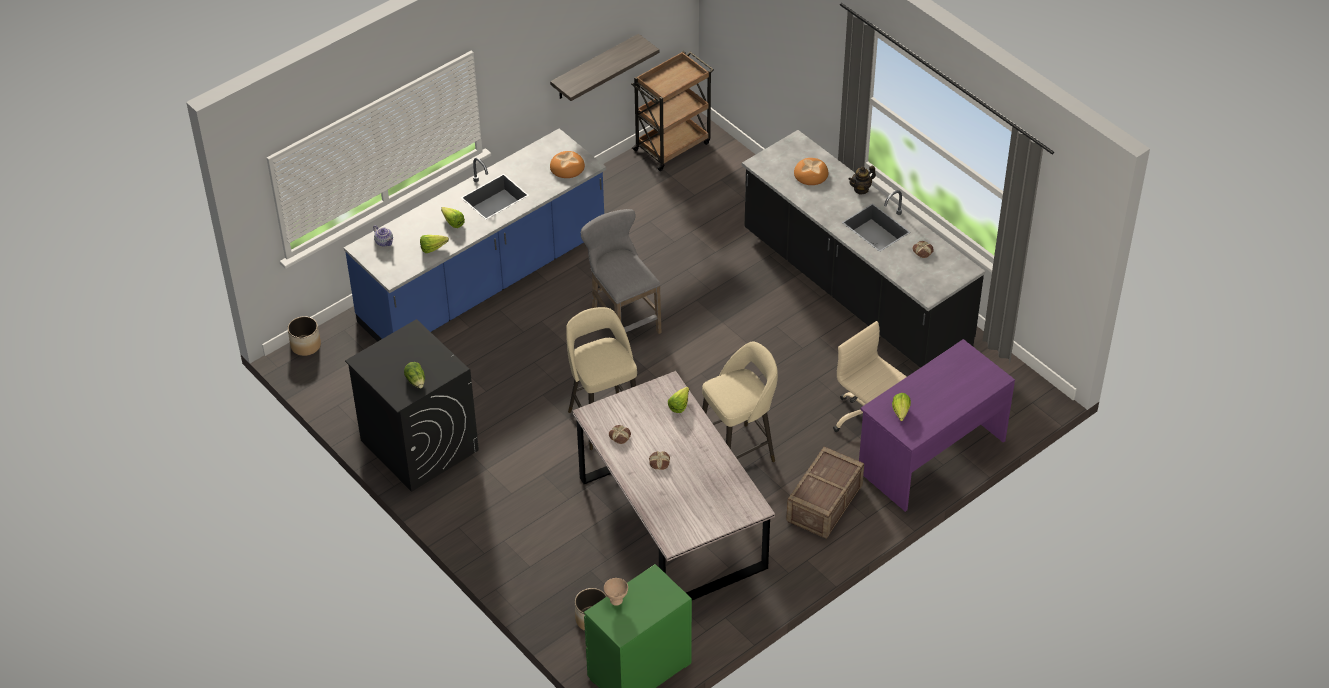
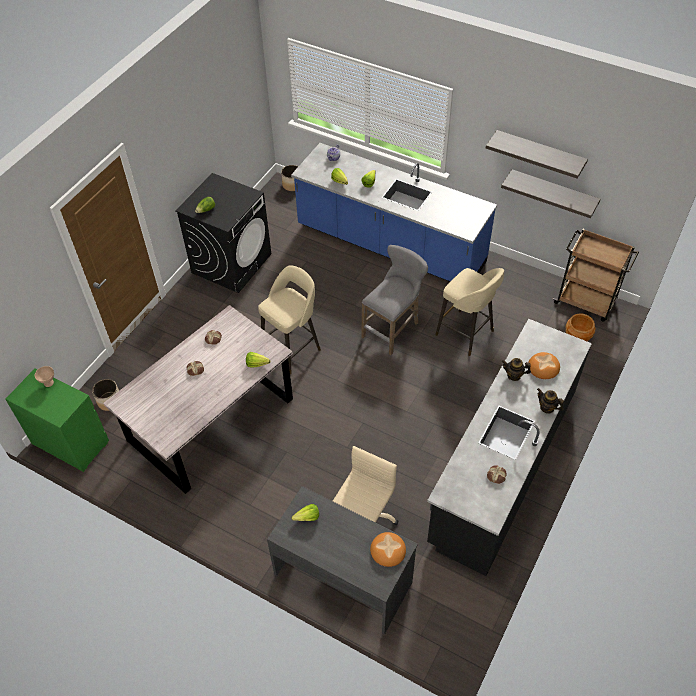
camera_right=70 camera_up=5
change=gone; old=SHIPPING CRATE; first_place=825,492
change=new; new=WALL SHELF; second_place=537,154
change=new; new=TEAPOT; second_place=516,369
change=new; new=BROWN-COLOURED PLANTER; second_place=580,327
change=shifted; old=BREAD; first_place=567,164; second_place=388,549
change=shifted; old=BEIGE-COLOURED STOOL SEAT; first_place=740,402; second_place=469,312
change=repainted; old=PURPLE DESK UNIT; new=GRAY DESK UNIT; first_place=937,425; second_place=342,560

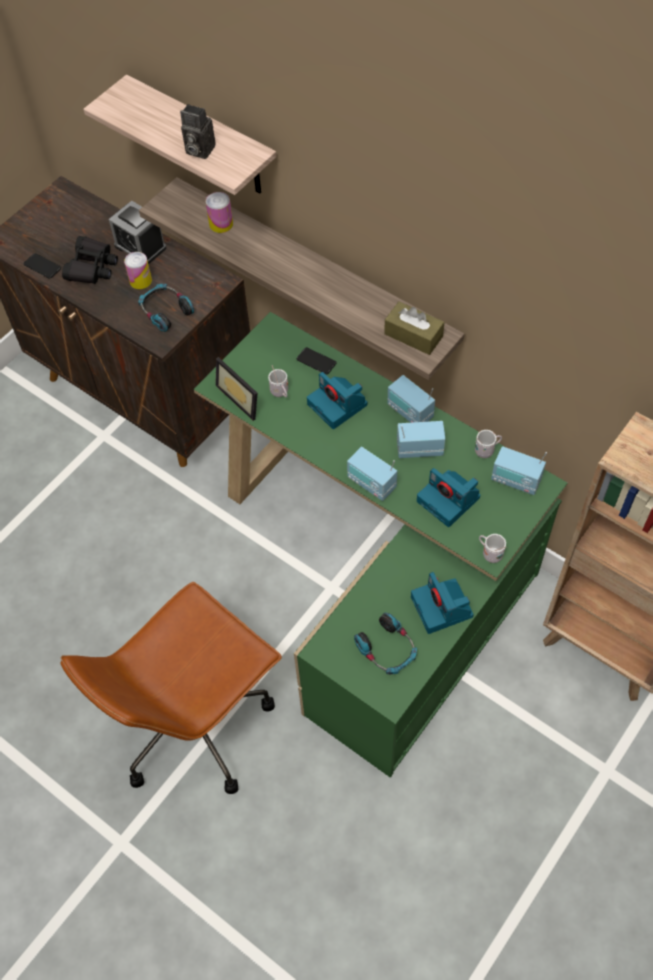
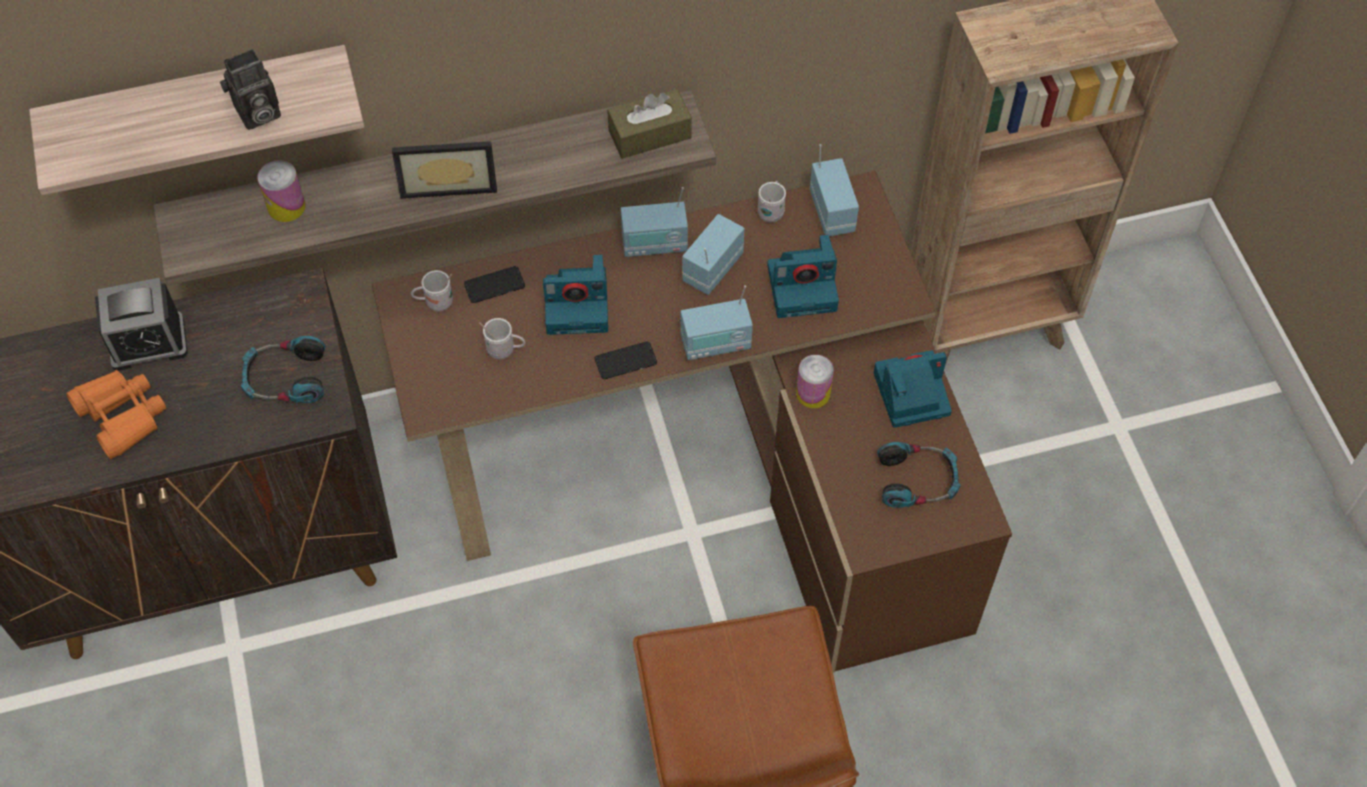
camera_right=-55 camera_up=0
change=shifted; old=PHONE; first_place=42,266; second_place=626,360
change=shifted; old=SEALED CAN; first_place=138,270; second_place=815,381
change=shifted; old=STANDING FRAME; first_place=236,389; second_place=444,170
change=shifted; old=WHITE COFFEE MUG; first_place=492,548; second_place=432,291
change=repainted; old=BLACKISH BINOCULARS; new=ORANGEY BINOCULARS; first_place=90,260; second_place=116,414
change=repainted; old=GREEN DESK UNIT; new=BROWN-COLOURED DESK UNIT; first_place=381,544; second_place=692,422
change=rotated; old=PHOTO CAMERA; first_place=442,603; second_place=913,389; degrees=150
change=rotated; old=RADIO SET; first_place=519,470; second_place=834,190; degrees=-75

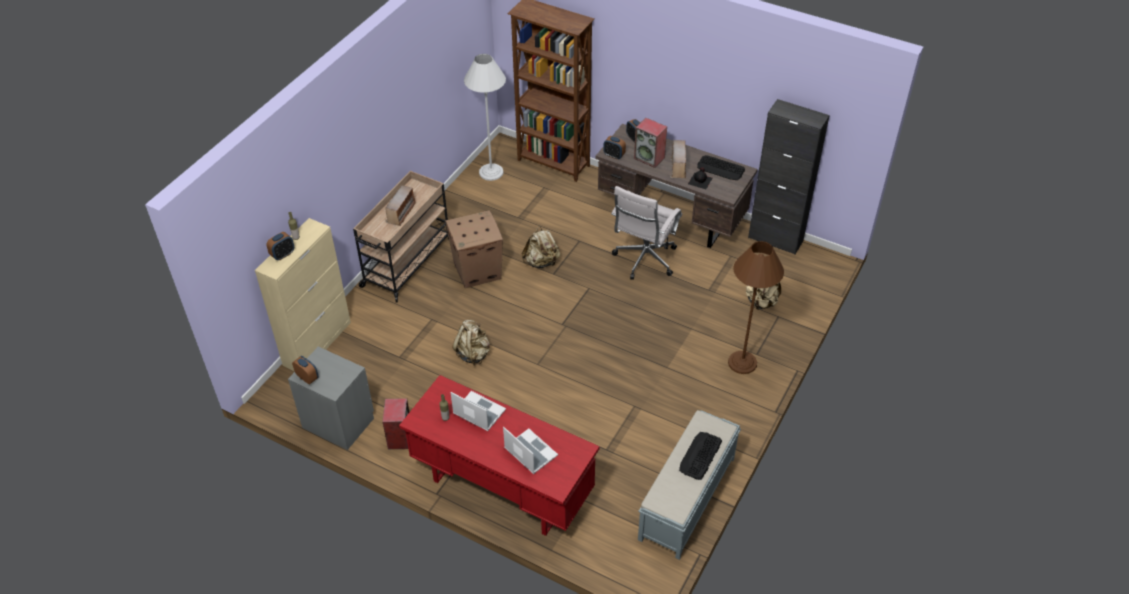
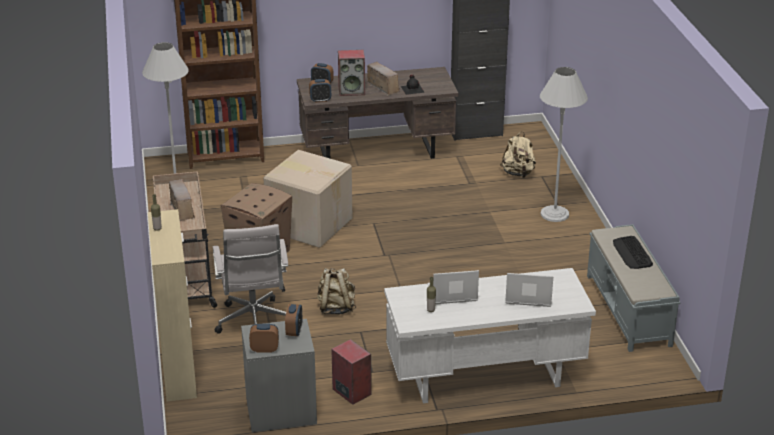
camera_right=-40 camera_up=-15
change=gone; old=PC KEYBOARD; first_place=721,167
change=shifted; old=ALARM CLOCK; first_place=280,246; second_place=293,320
change=shifted; old=WHITE DESK CHAIR; first_place=646,233; second_place=250,279
change=swapped; old=BEIGE-COLOURED BACKPACK; new=CARDBOARD BOX; first_place=541,247; second_place=307,199
change=repainted; old=REDDISH DESK UNIT; new=WHITE DESK UNIT; first_place=499,455; second_place=490,335
change=repainted; old=BROWN-COLOURED STANDING LAMP; new=WHITE STANDING LAMP; first_place=756,307; second_place=564,144

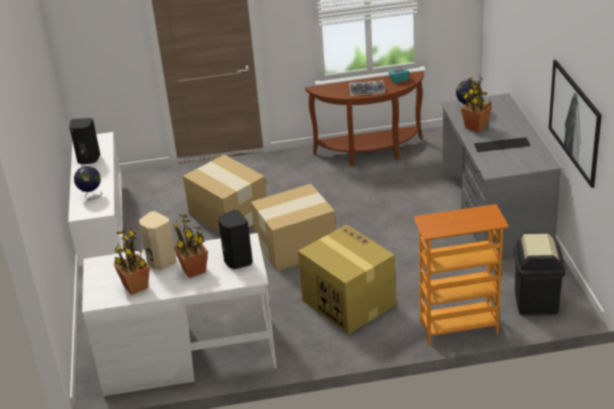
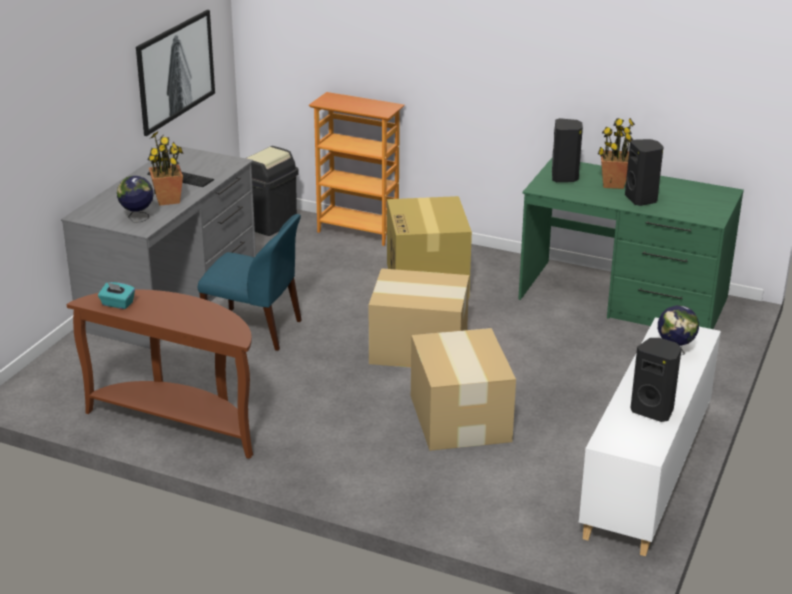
camera_right=-150 camera_up=-5
change=gone; old=PLANT IN A POT; first_place=132,262
change=gone; old=PC KEYBOARD; first_place=367,88
change=new; new=BLUE PLAIN CHAIR; second_place=250,282
change=repainted; old=WHITE DESK UNIT; new=GREEN DESK UNIT; first_place=179,314; second_place=631,243
change=repainted; old=BEIGE-COLOURED LOUDSPEAKER; new=BLACKISH LOUDSPEAKER; first_place=157,240; second_place=644,172

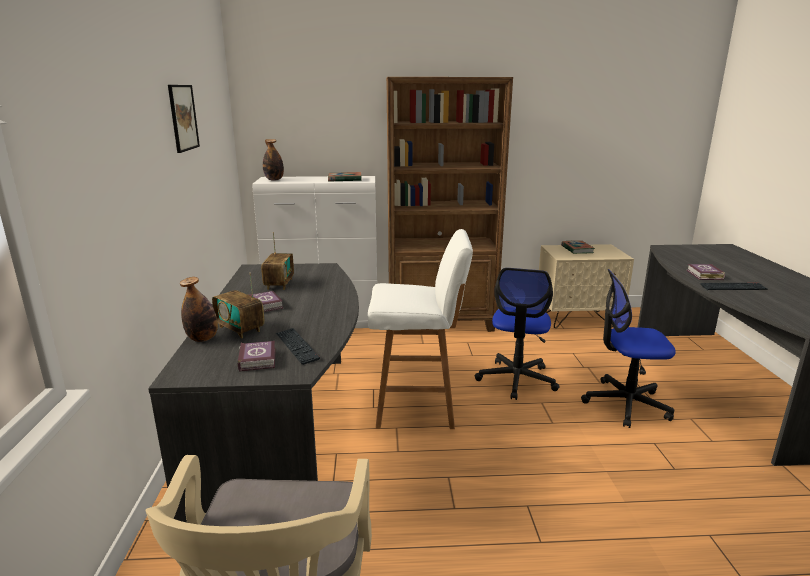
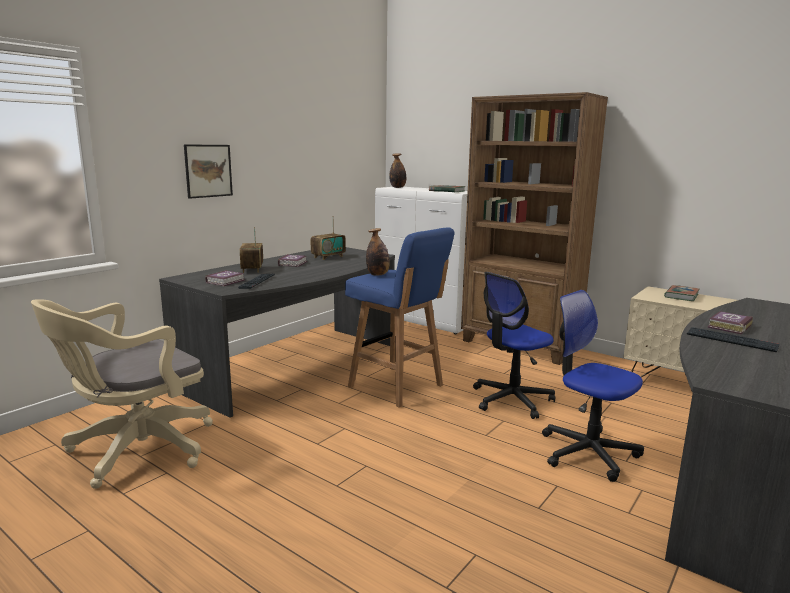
camera_right=40 camera_up=-5
change=shifted; old=WALL ART; first_place=184,119; second_place=208,171
change=shifted; old=BOTTLE; first_place=199,309; second_place=378,251
change=repainted; old=WHITE STOOL SEAT; new=BLUE STOOL SEAT; first_place=420,329; second_place=400,318

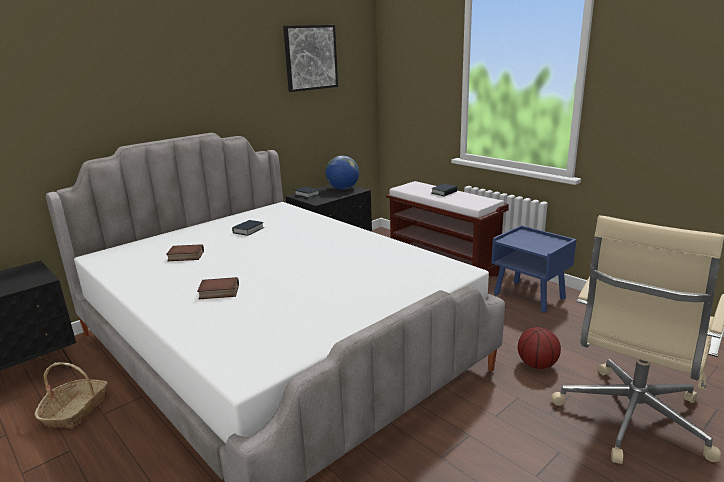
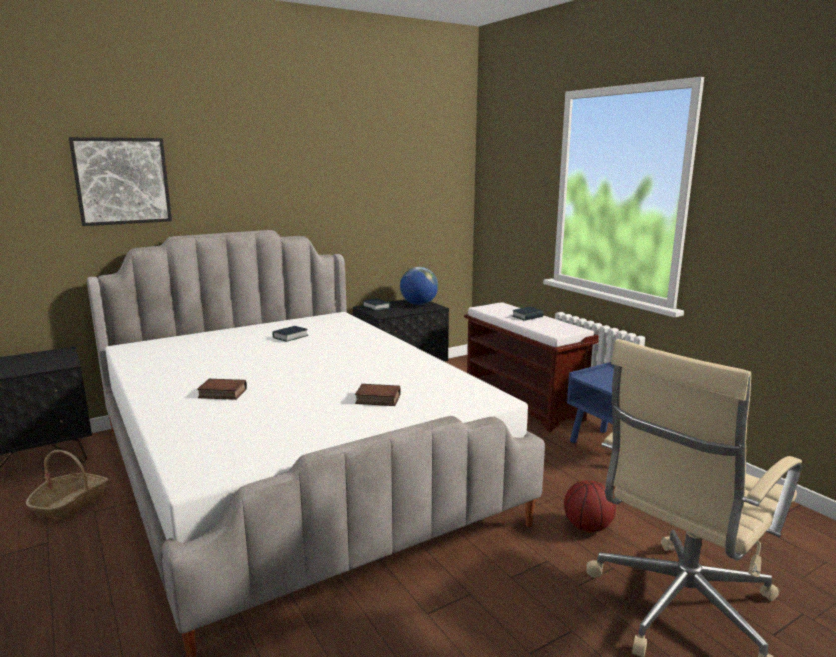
camera_right=10 camera_up=-5
change=shifted; old=BOOK; first_place=185,252; second_place=378,395
change=shifted; old=WALL ART; first_place=310,58; second_place=120,181

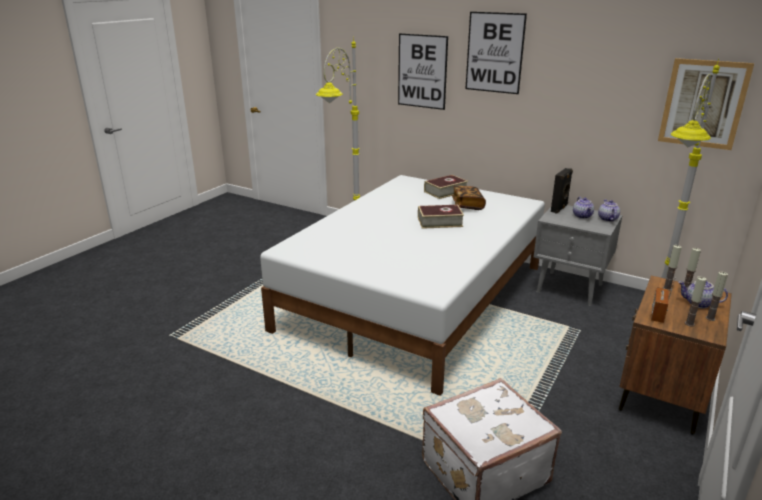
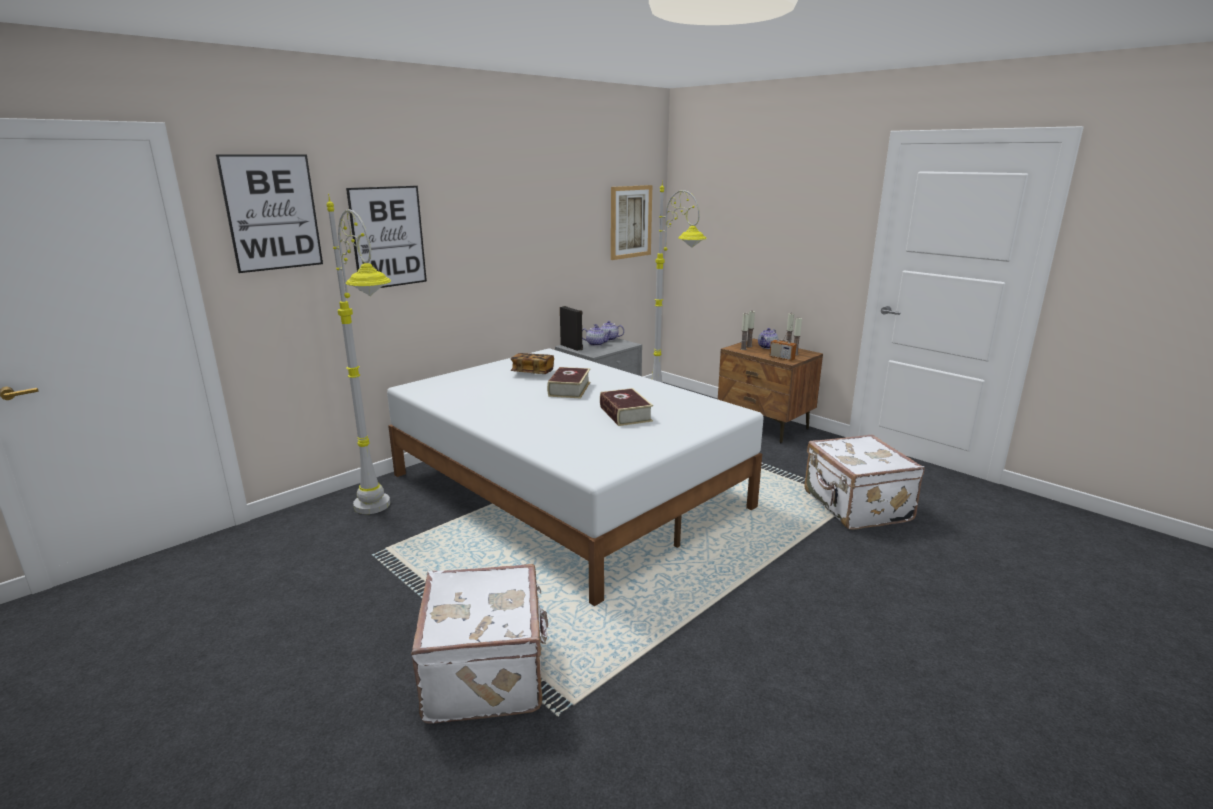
camera_right=-75 camera_up=-5
change=new; new=WHITE TRAVEL CASE; second_place=479,643
change=shifted; old=BOOK; first_place=446,187; second_place=626,407
change=shifted; old=WALL ART; first_place=496,53; second_place=269,213

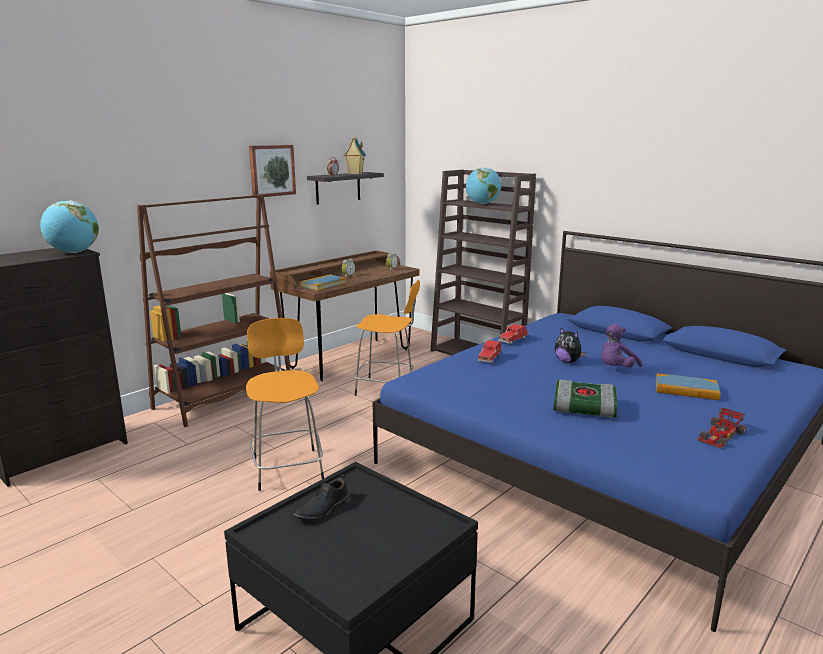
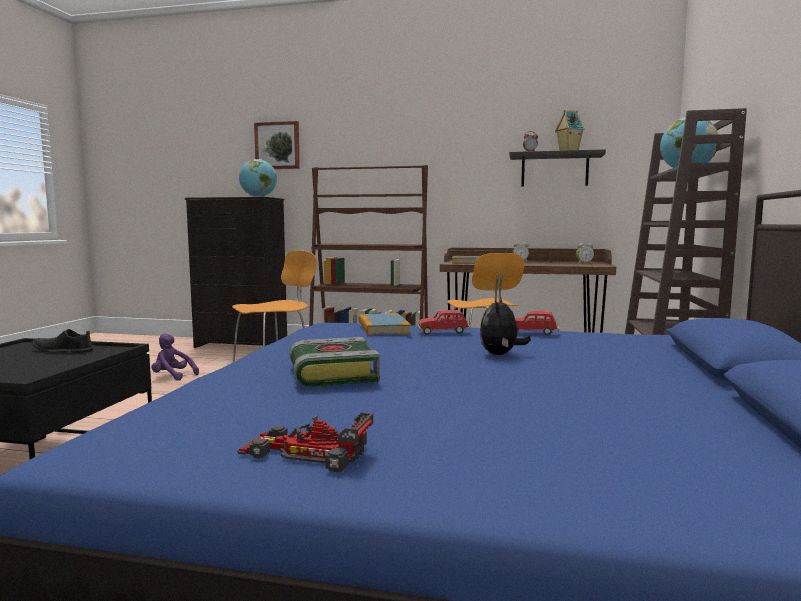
camera_right=60 camera_up=-10
change=shifted; old=WALL ART; first_place=272,171; second_place=277,145
change=shifted; old=PURPLE CUDDLY TOY; first_place=621,346; second_place=175,357
change=shifted; old=BOOK; first_place=688,386; second_place=384,324

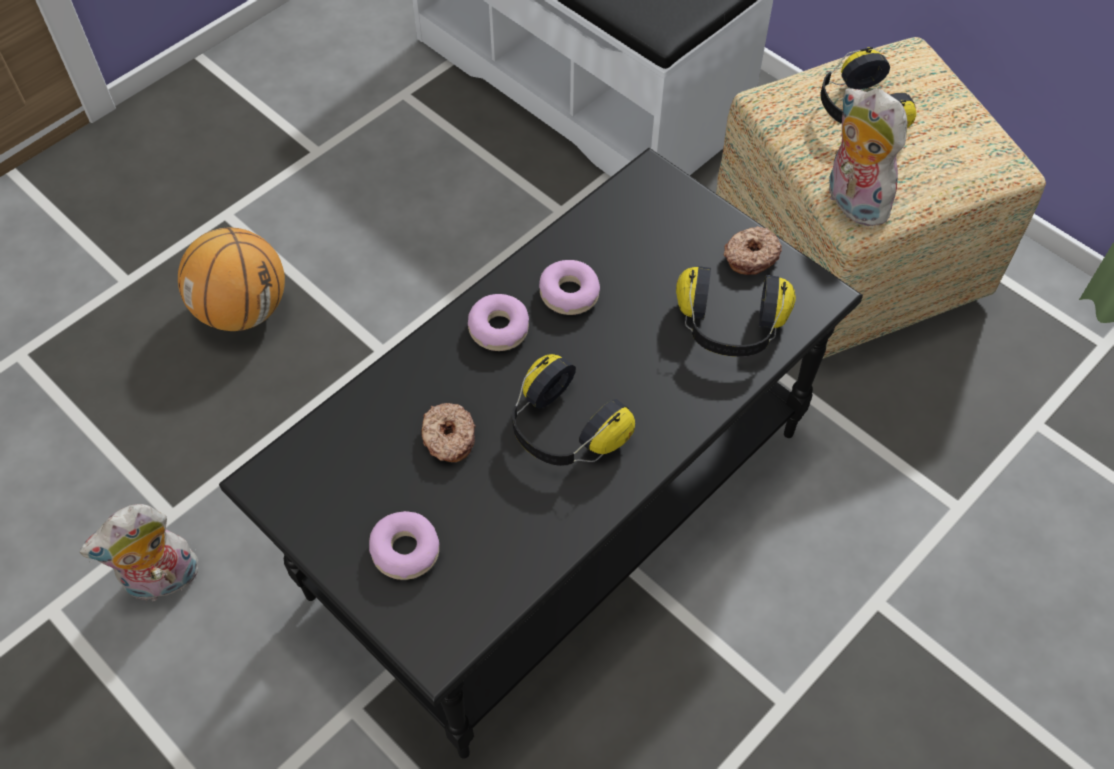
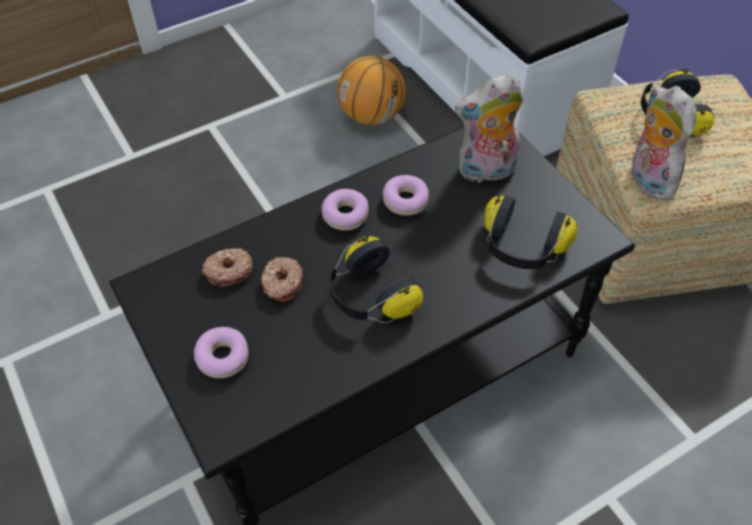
camera_right=15 camera_up=-5
change=shifted; old=CUDDLY TOY; first_place=139,553; second_place=489,128
change=shifted; old=BASKETBALL BALL; first_place=231,279; second_place=372,90
change=shifted; old=RING DOUGHNUT; first_place=753,250; second_place=227,267

